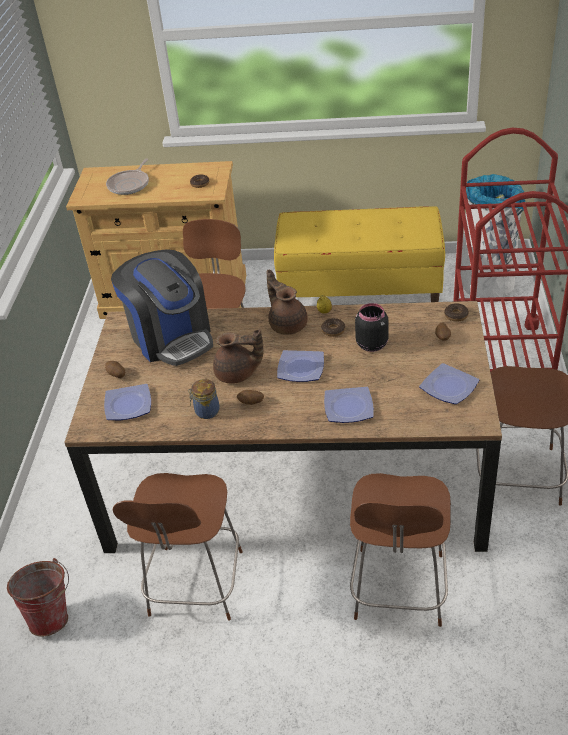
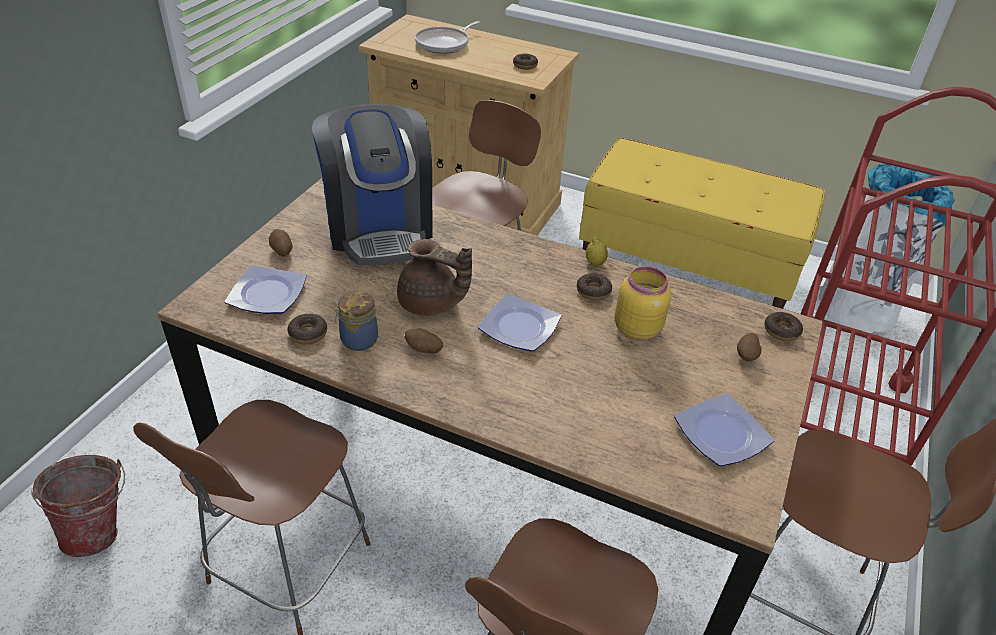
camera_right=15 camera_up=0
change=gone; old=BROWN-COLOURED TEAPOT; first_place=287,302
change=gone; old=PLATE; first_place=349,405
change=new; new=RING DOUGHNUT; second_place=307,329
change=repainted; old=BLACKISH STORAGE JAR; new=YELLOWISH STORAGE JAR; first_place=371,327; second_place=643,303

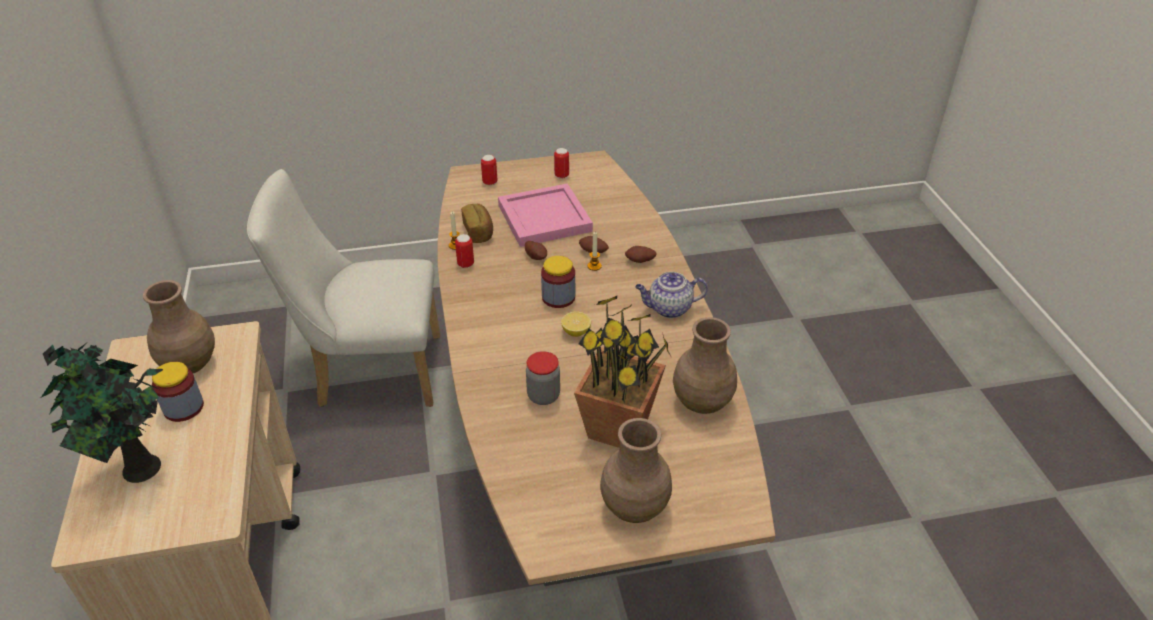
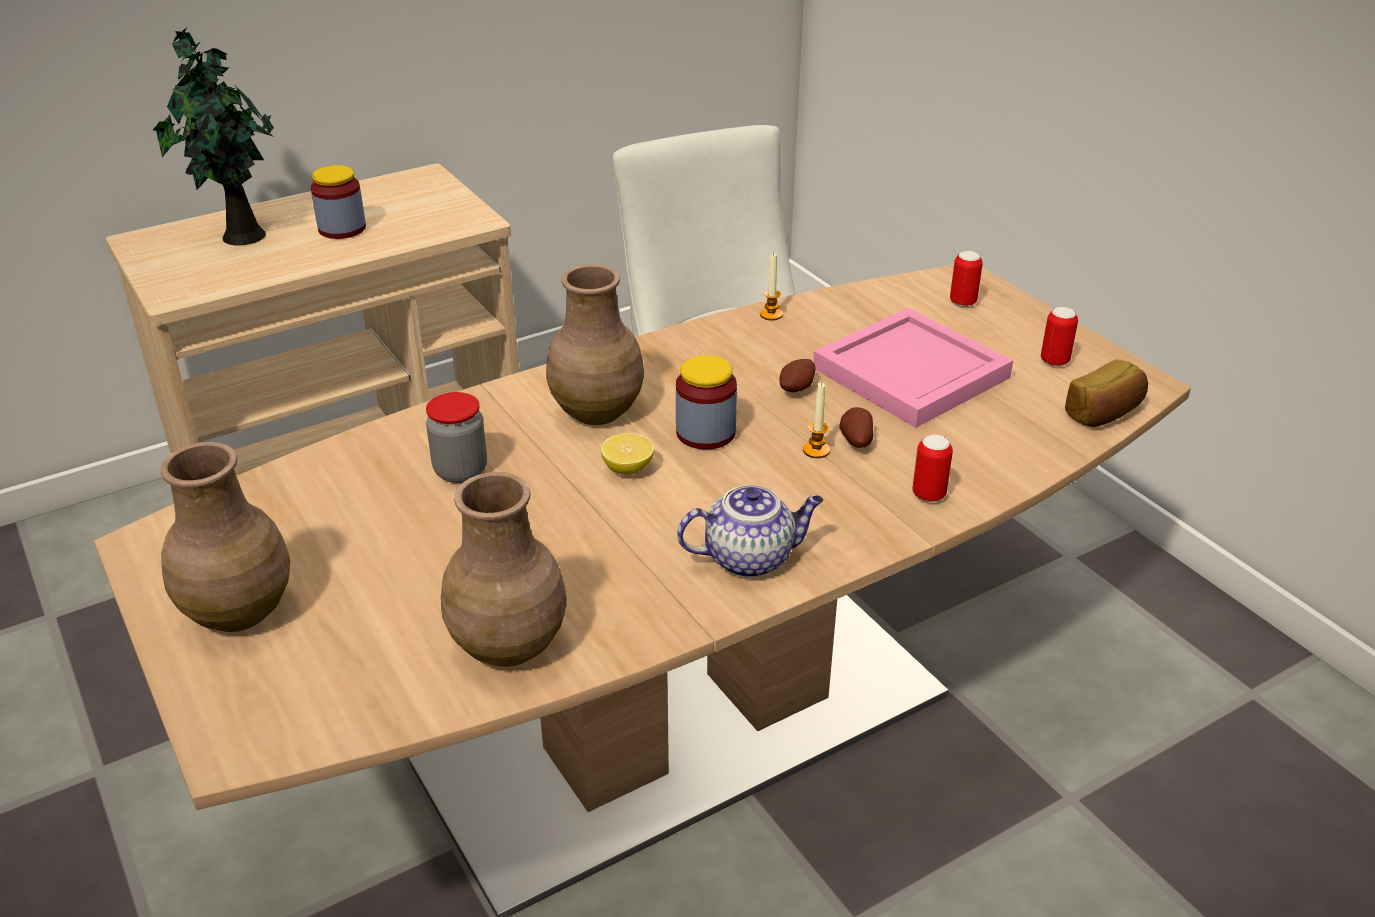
camera_right=70 camera_up=-5
change=gone; old=PLANT IN A POT; first_place=622,372
change=gone; old=WHOLE POTATO; first_place=641,254
change=shifted; old=BROWN-COLOURED DECORATIVE VASE; first_place=179,326; second_place=595,345
change=shifted; old=SEALED CAN; first_place=464,251; second_place=932,468
change=shifted; old=BREAD; first_place=477,223; second_place=1106,393
change=rotated; old=TEAPOT; first_place=671,295; second_place=750,531; degrees=105

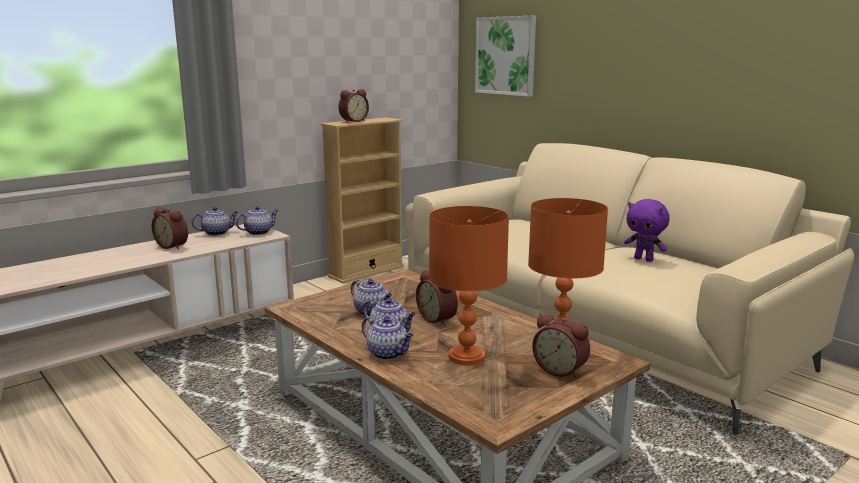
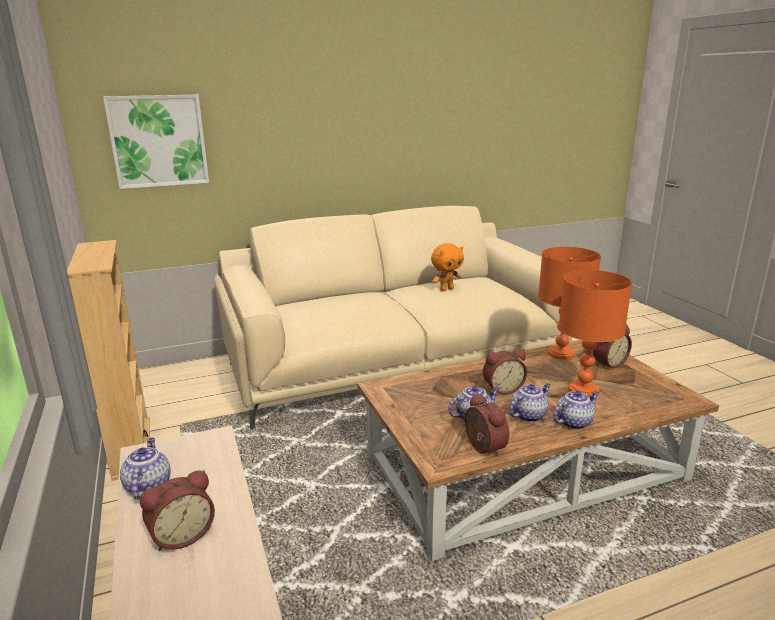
camera_right=-70 camera_up=5
change=gone; old=TEAPOT; first_place=257,220
change=shifted; old=ALARM CLOCK; first_place=353,105; second_place=487,425
change=repainted; old=PURPLE CUDDLY TOY; new=ORANGEY CUDDLY TOY; first_place=647,230; second_place=447,267

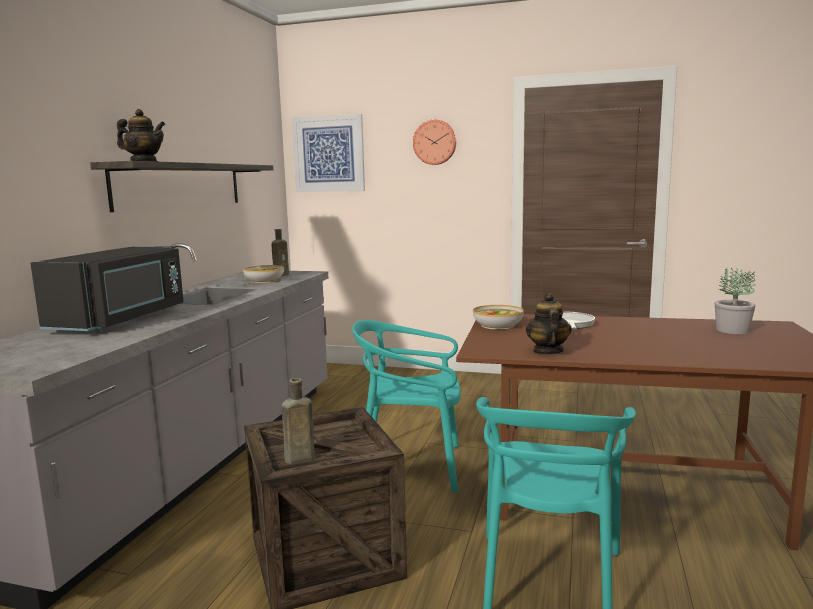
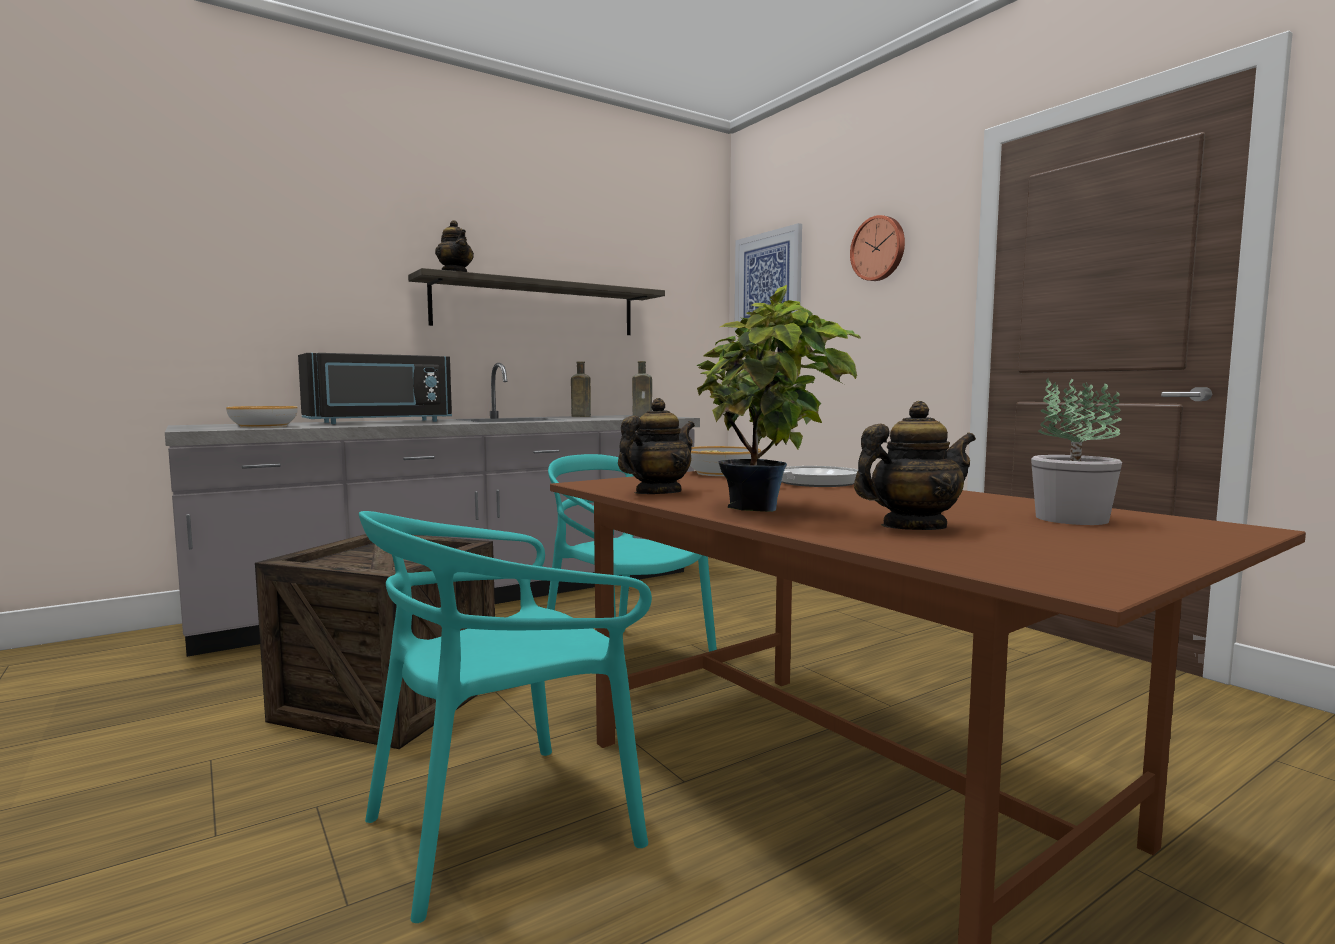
camera_right=40 camera_up=-5
change=new; new=PLANT IN A POT; second_place=778,398
change=new; new=TEAPOT; second_place=915,465
change=shifted; old=BOWL; first_place=263,274; second_place=262,417
change=shifted; old=BROWN-COLOURED BOTTLE; first_place=298,421; second_place=581,389

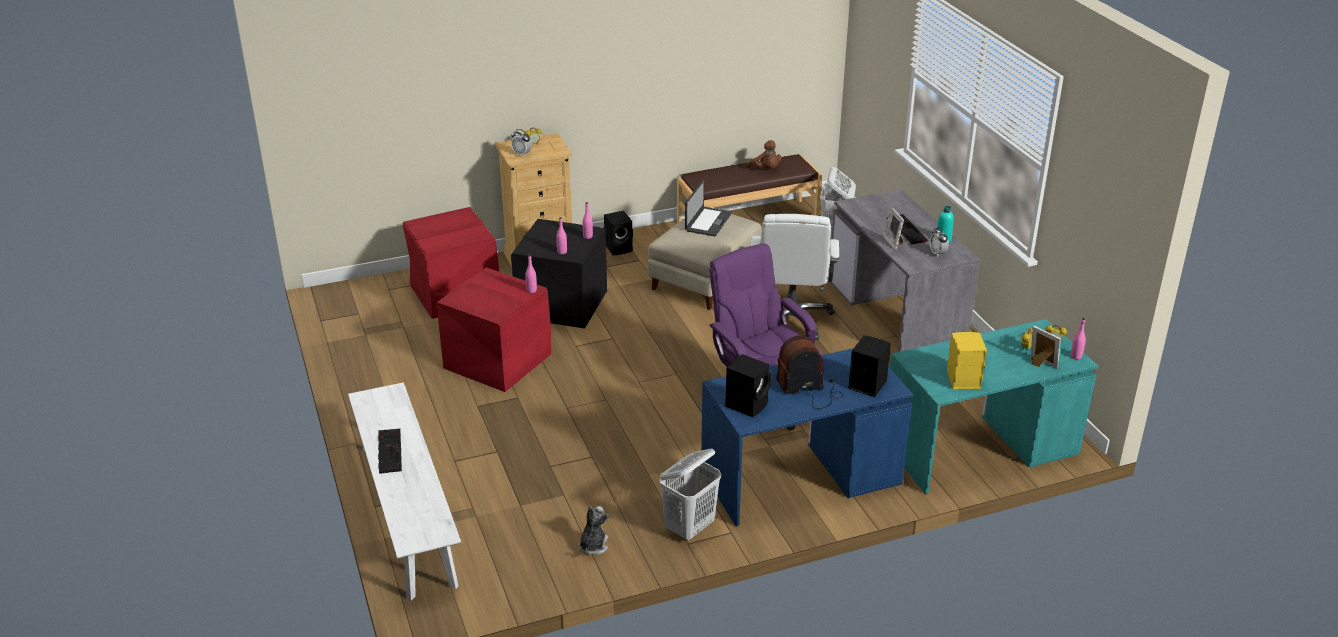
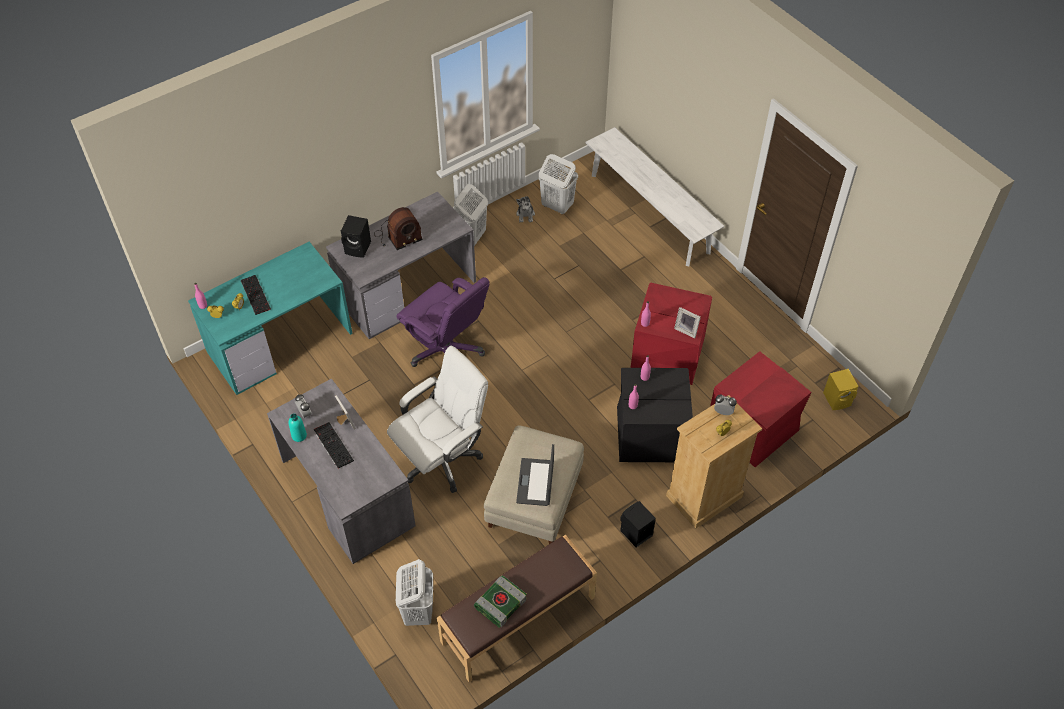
camera_right=165 camera_up=20
change=gone; old=BLACKISH LOUDSPEAKER; first_place=748,385
change=new; new=WHITE LAUNDRY BASKET; second_place=558,184
change=shifted; old=PC KEYBOARD; first_place=390,451; second_place=255,295
change=shifted; old=YELLOWISH LOUDSPEAKER; first_place=967,360; second_place=840,389
change=shifted; old=STANDING FRAME; first_place=1046,347; second_place=687,322
change=swapped; old=BROWN-COLOURED CUDDLY TOY; new=BOOK; first_place=764,154; second_place=500,602
change=repainted; old=BLUE DESK UNIT; new=GRAY DESK UNIT; first_place=807,437; second_place=401,265
change=rotated; old=WHITE DESK CHAIR; first_place=795,277; second_place=437,419; degrees=60

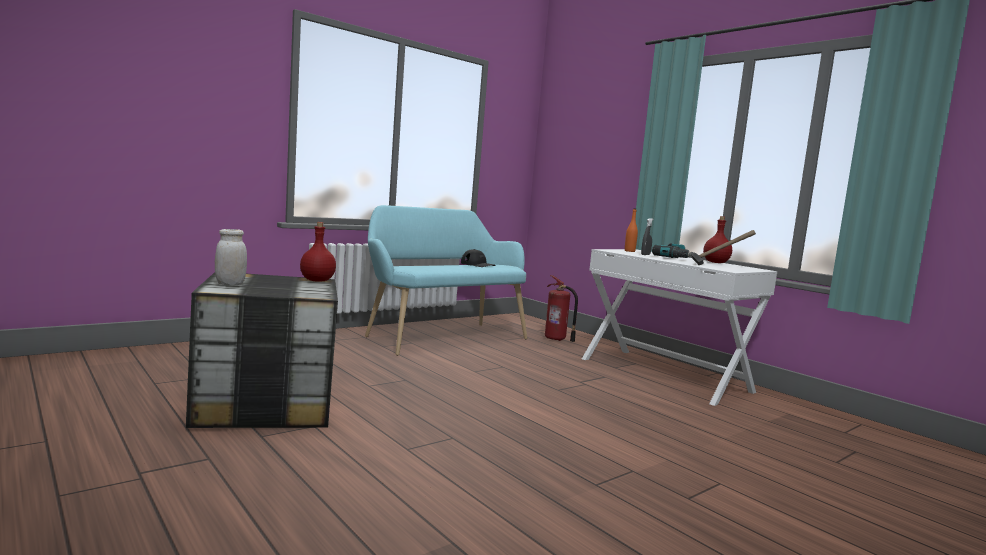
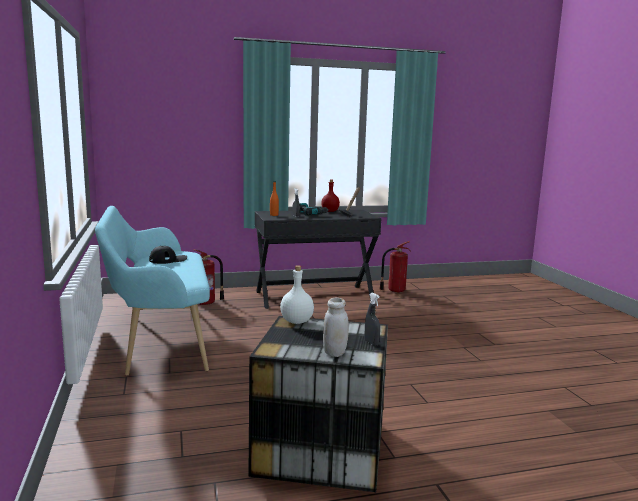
camera_right=-65 camera_up=5
change=new; new=GRAY HAND SPRAYER; second_place=372,319
change=new; new=EXTINGUISHER; second_place=395,267
change=repainted; old=REDDISH BOTTLE; new=WHITE BOTTLE; first_place=318,252; second_place=297,294
change=repainted; old=WHITE DESK UNIT; new=BLACKISH DESK UNIT; first_place=679,327; second_place=318,259

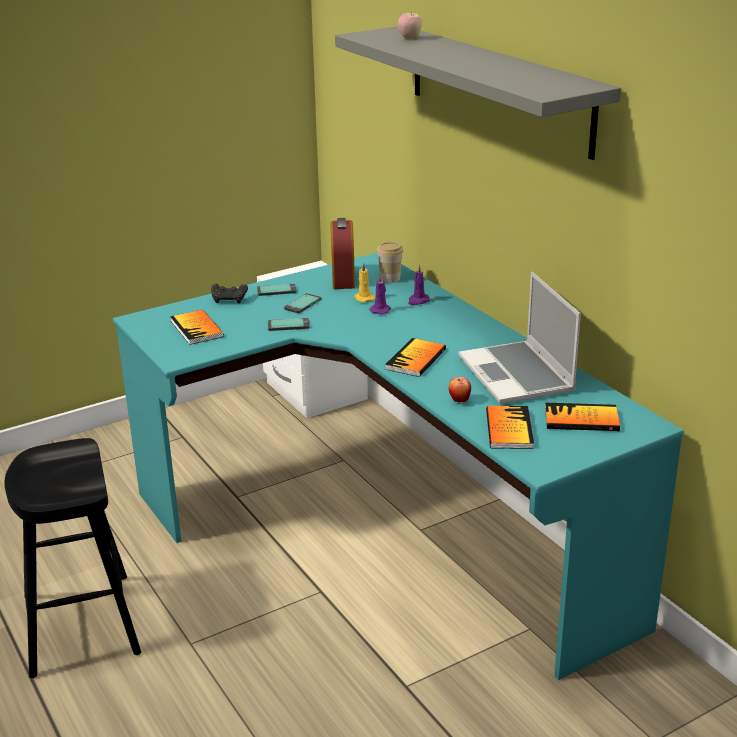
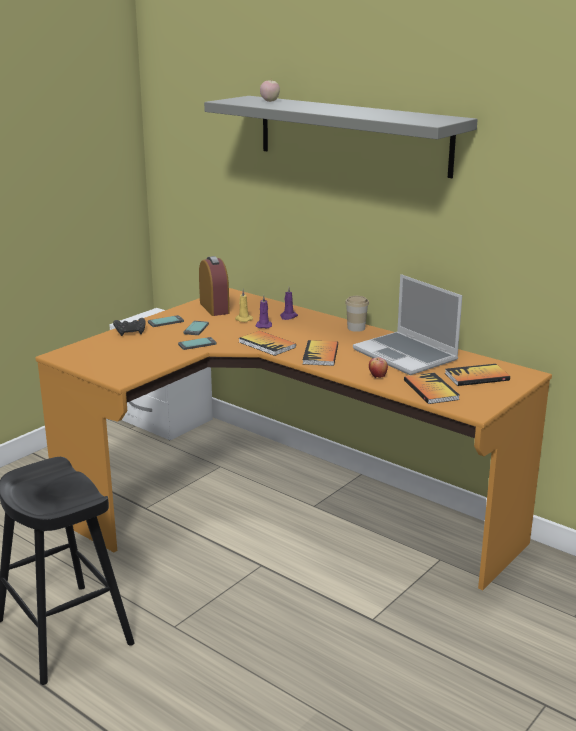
camera_right=-20 camera_up=-5
change=shifted; old=BOOK; first_place=197,327; second_place=267,343
change=shifted; old=CUP; first_place=390,262; second_place=357,314
change=repainted; old=TURQUOISE-COLOURED DESK UNIT; new=ORANGEY DESK UNIT; first_place=398,466; second_place=293,439

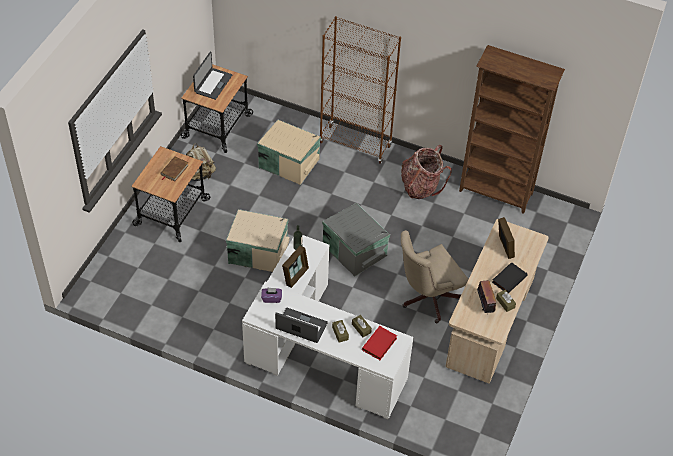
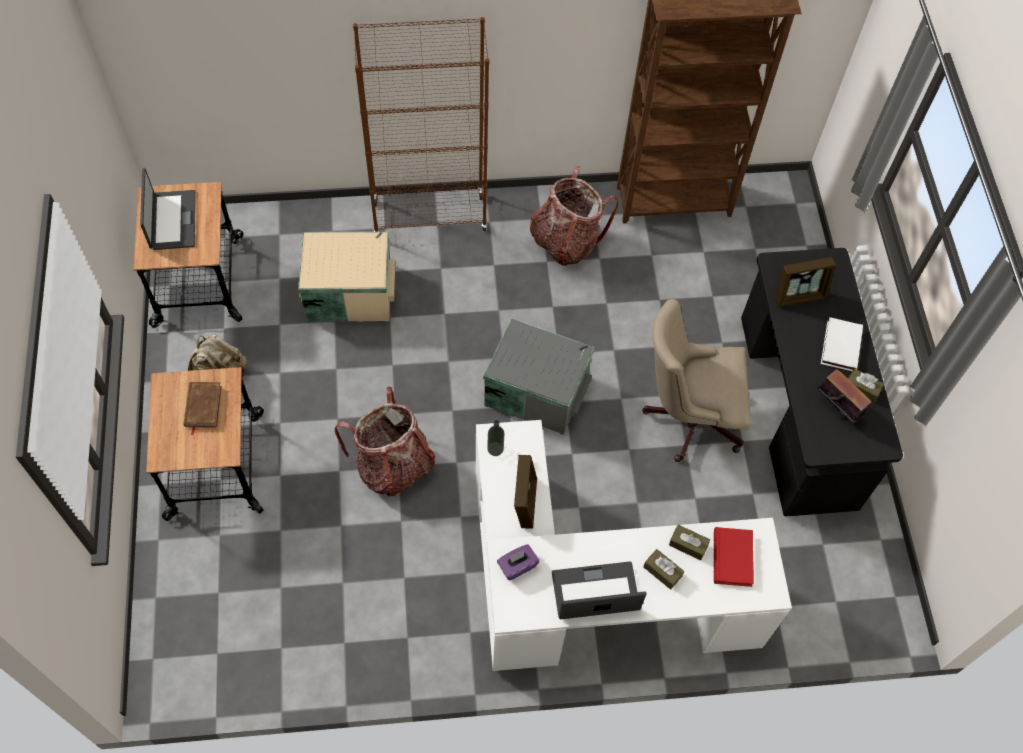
camera_right=-30 camera_up=10
change=swapped; old=BEIGE-COLOURED STORAGE CONTAINER; new=BACKPACK; first_place=257,240; second_place=385,441
change=repainted; old=BEIGE-COLOURED DESK UNIT; new=BLACKISH DESK UNIT; first_place=497,301; second_place=822,382
change=repainted; old=BLACKISH BOOK; new=WHITE BOOK; first_place=510,277; second_place=842,344
change=rotated; old=BEIGE-COLOURED DESK CHAIR; first_place=434,277; second_place=696,380; degrees=60
change=rotated; old=STANDING FRAME; first_place=506,238; second_place=805,282; degrees=120

